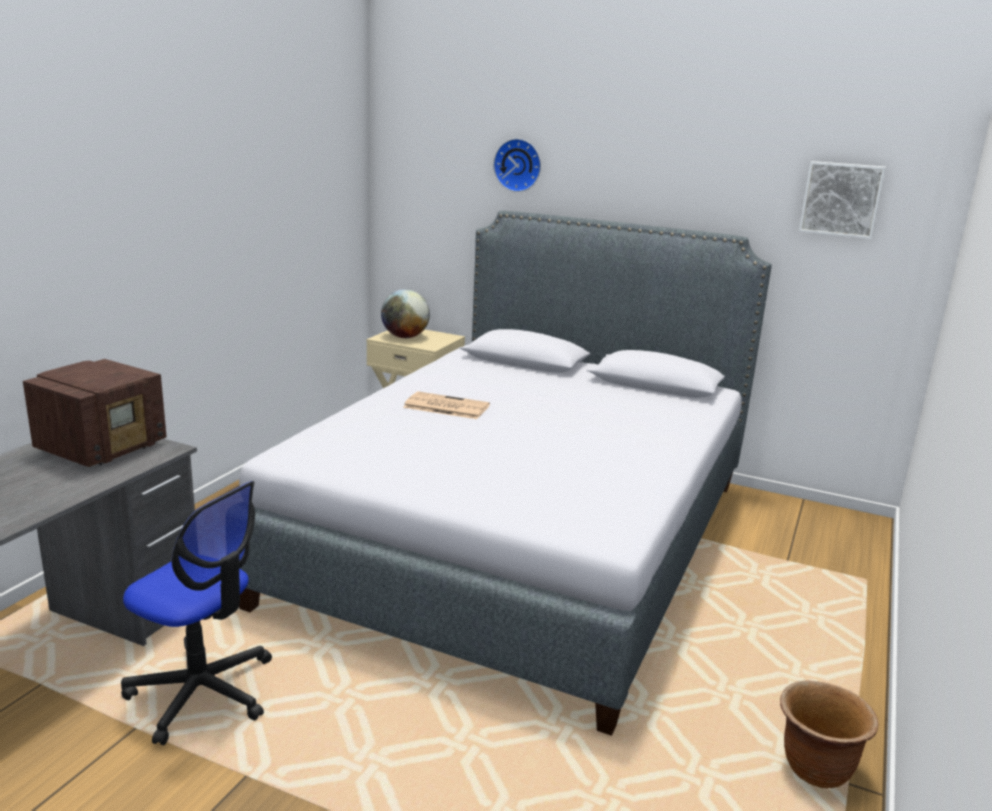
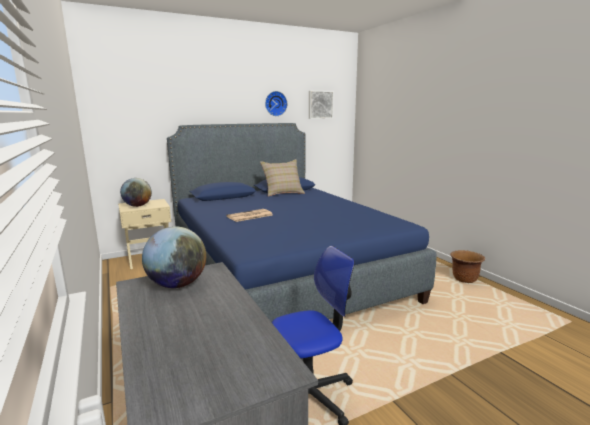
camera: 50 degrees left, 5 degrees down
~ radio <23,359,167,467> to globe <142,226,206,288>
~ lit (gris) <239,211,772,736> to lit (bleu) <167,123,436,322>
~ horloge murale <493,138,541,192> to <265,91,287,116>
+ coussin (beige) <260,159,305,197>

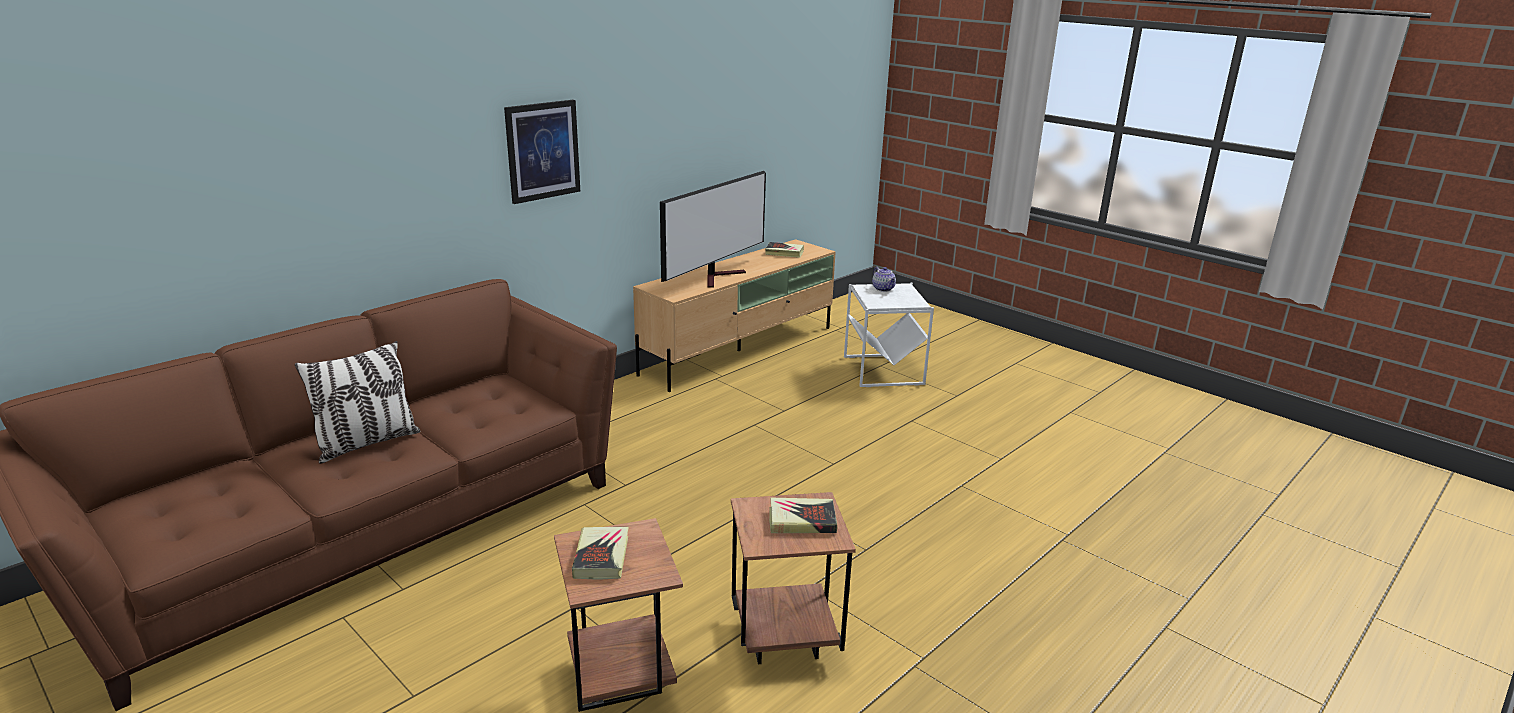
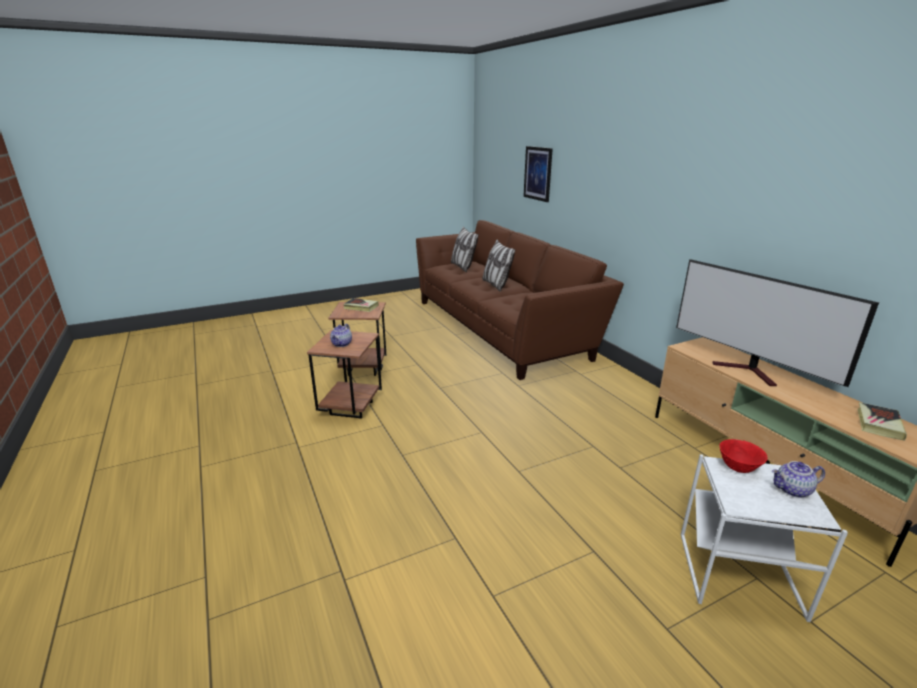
camera: 110 degrees right, 0 degrees up
~ tableau <504,100,580,204> to <523,146,553,202>
~ livre <769,498,837,533> to théière <330,324,352,347>
+ coussin <451,226,479,272>
+ bol (rouge) <720,439,768,473>

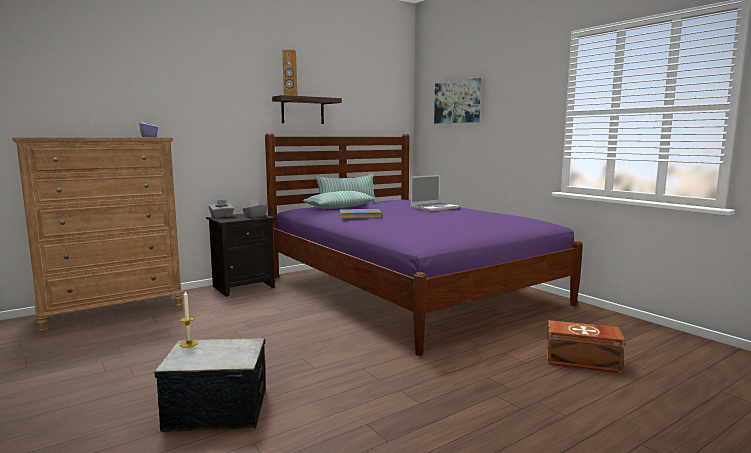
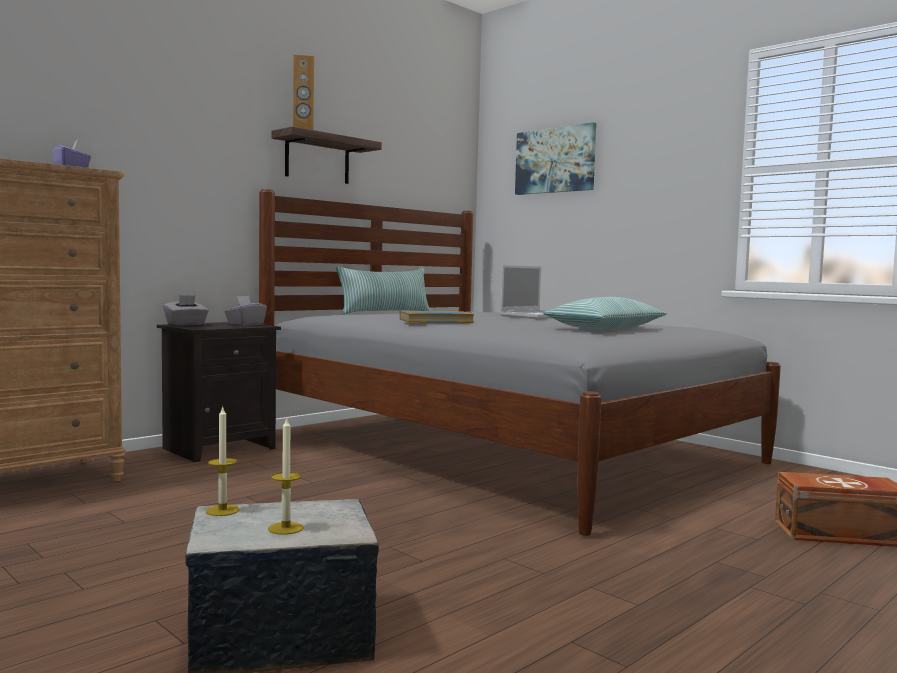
camera: 10 degrees left, 5 degrees down
~ lit (violet) <265,133,583,356> to lit (gris) <259,189,781,536>
~ coussin <302,191,376,209> to <543,297,667,330>
+ bougie <268,418,304,535>

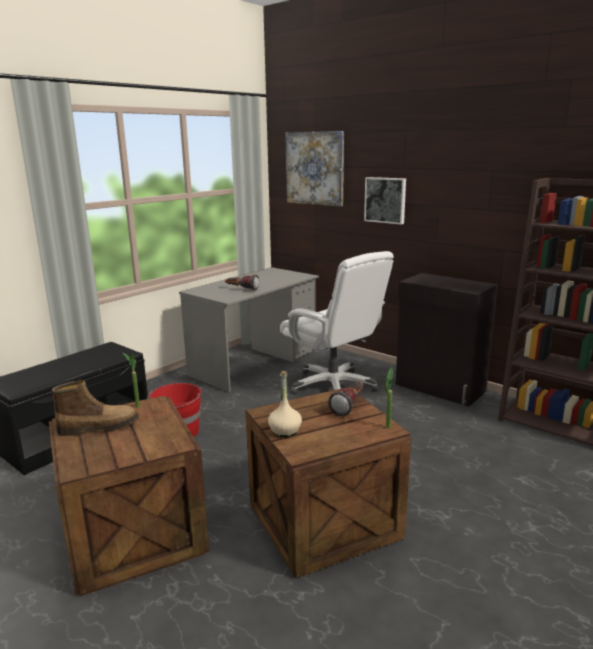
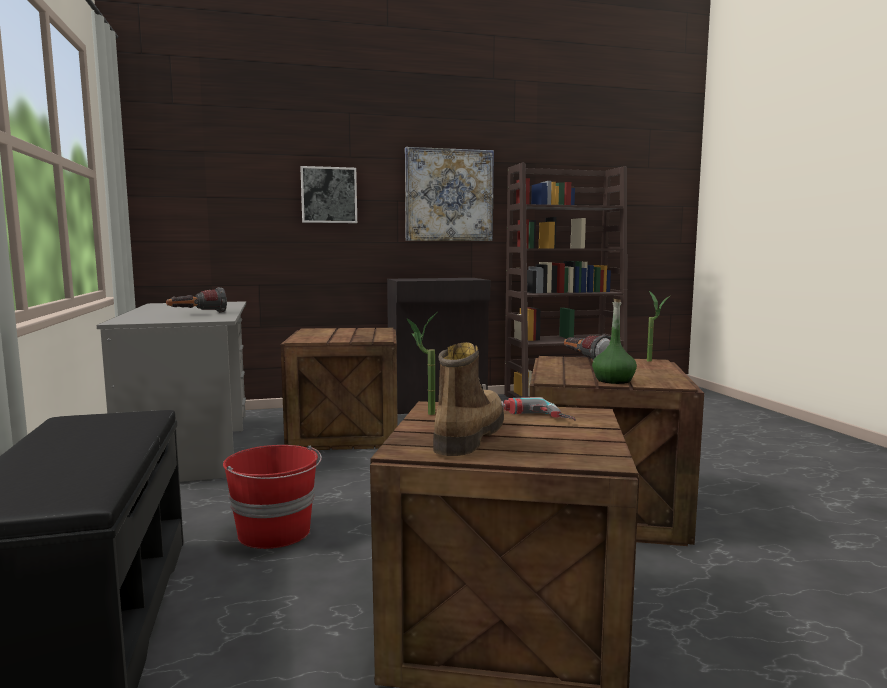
camera: 55 degrees left, 10 degrees down
~ bouteille (beige) <268,371,302,437> to bouteille (vert) <592,299,637,384>
~ chaise de bureau (blanc) <280,251,394,395> to caisse <280,328,398,450>
~ tableau <285,131,344,207> to <405,147,494,241>
+ perceuse <501,397,576,421>

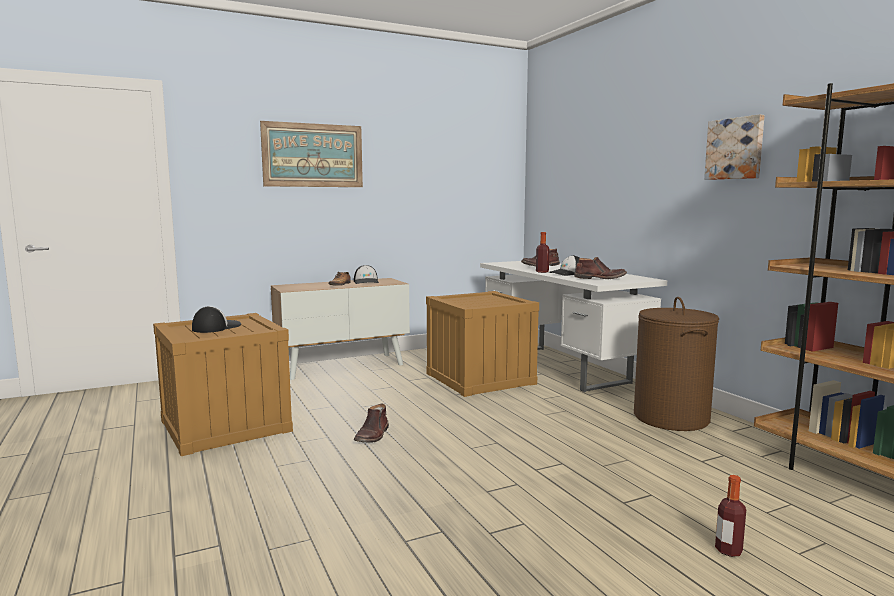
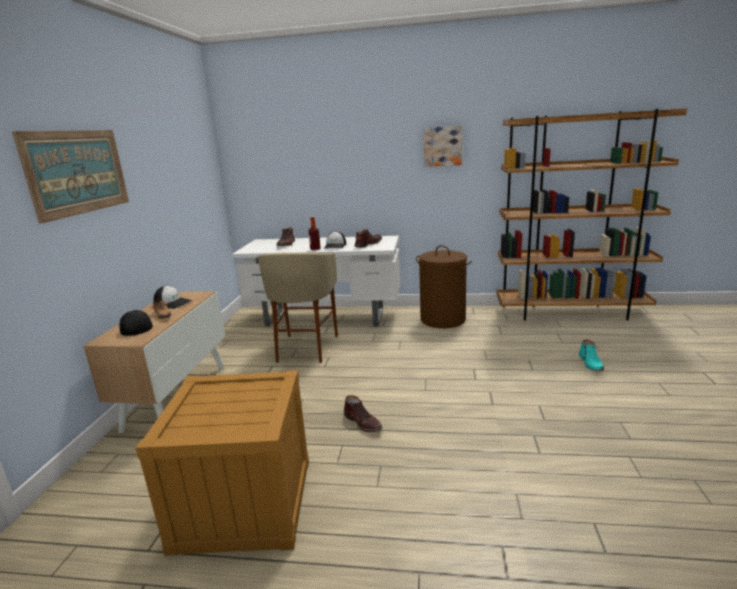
camera: 55 degrees left, 10 degrees up
~ casquette <192,306,241,333> to <119,310,153,336>
~ caisse <426,291,539,397> to tabouret (beige) <258,253,338,363>
~ bouteille <715,475,746,557> to botte (turquoise) <579,339,604,371>

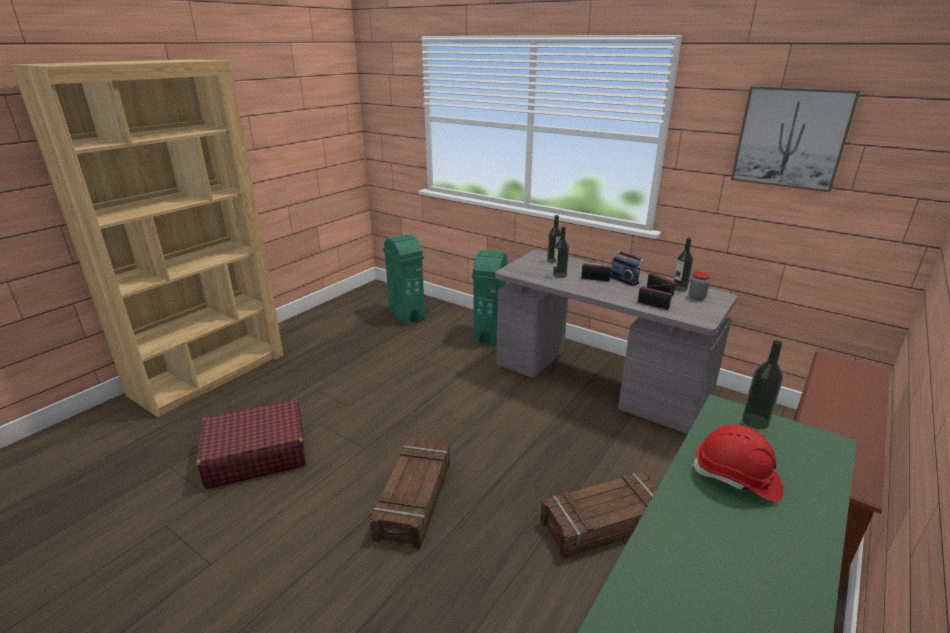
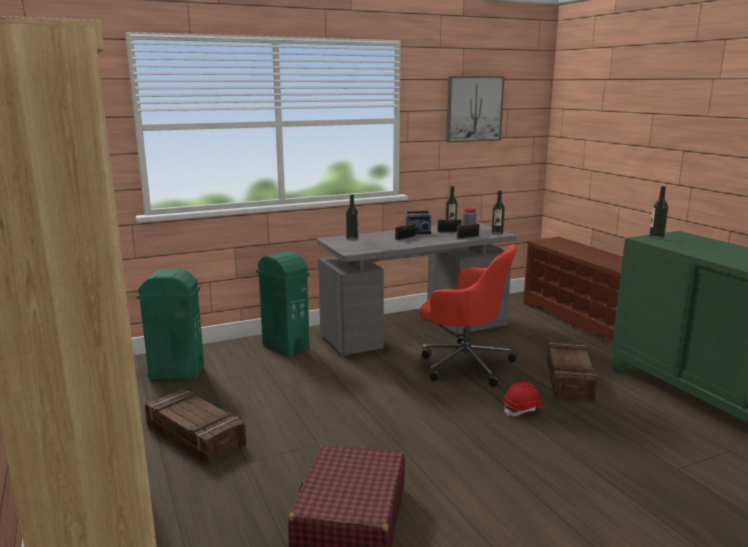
camera: 60 degrees left, 10 degrees down
~ caisse <370,439,450,549> to <145,389,247,464>
~ bouteille <553,227,569,278> to <491,190,505,235>
~ casque de chantier (rouge) <692,425,783,503> to <503,381,544,416>
+ chaise de bureau (rouge) <420,245,518,387>

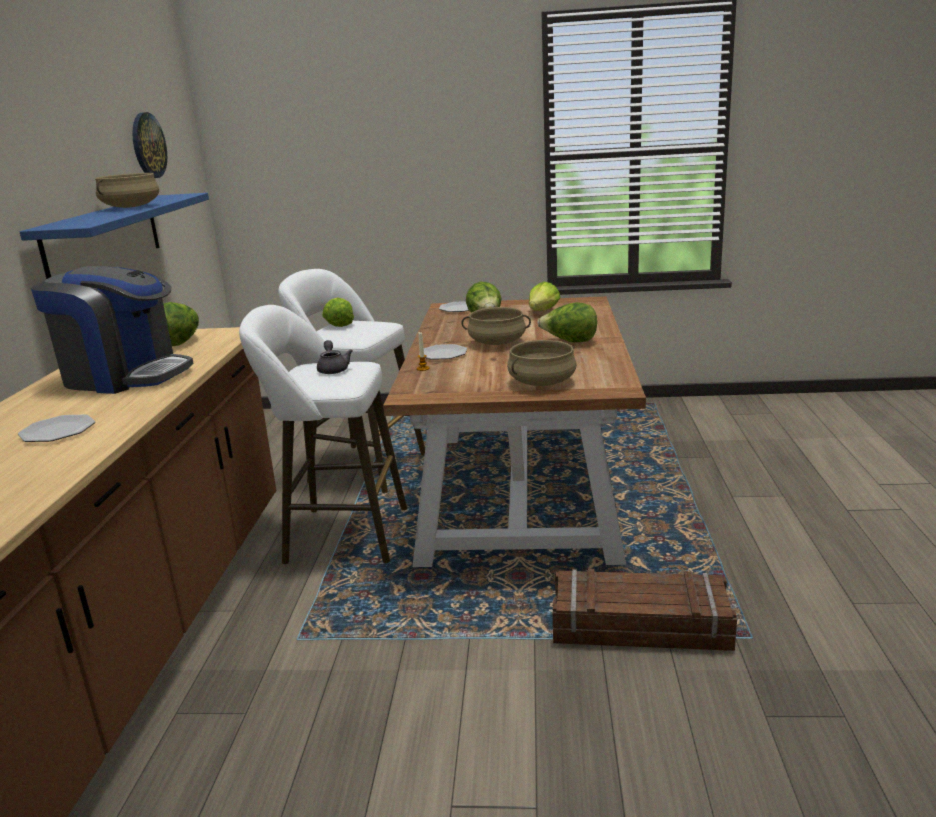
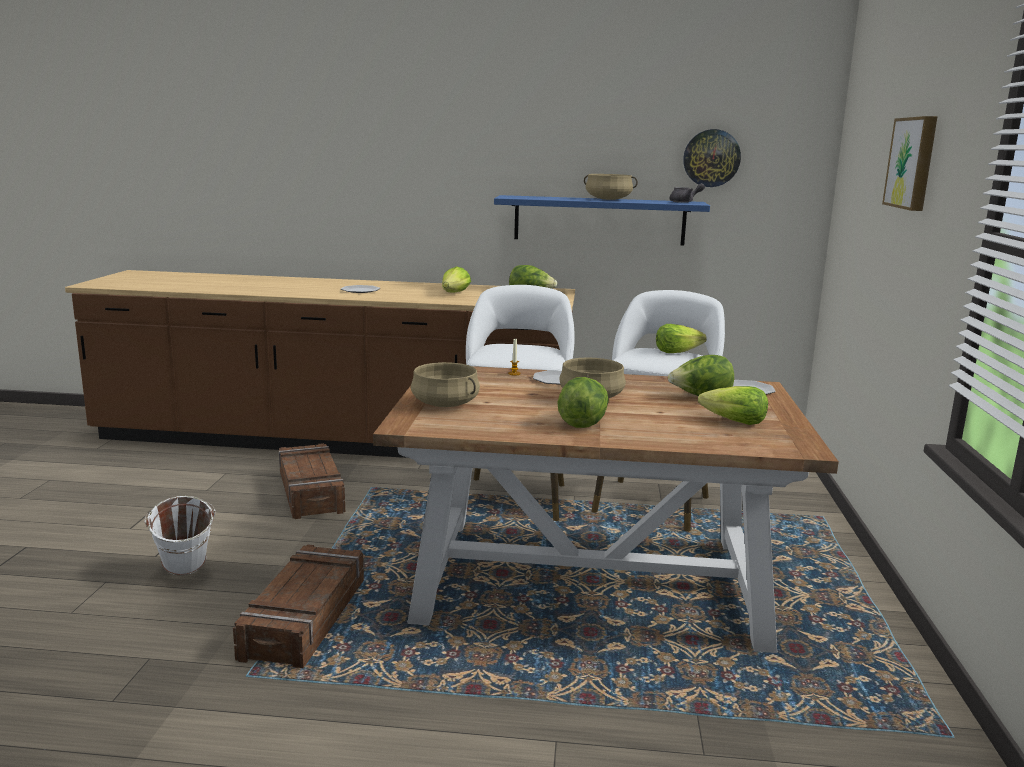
camera: 90 degrees right, 5 degrees down
~ machine à café <31,266,194,394> to laitue <442,266,471,292>
~ théière (gris) <317,340,353,374> to <669,183,705,203>
+ seau (blanc) <144,496,216,575>
+ caisse <279,443,345,519>
+ tableau <882,116,938,211>

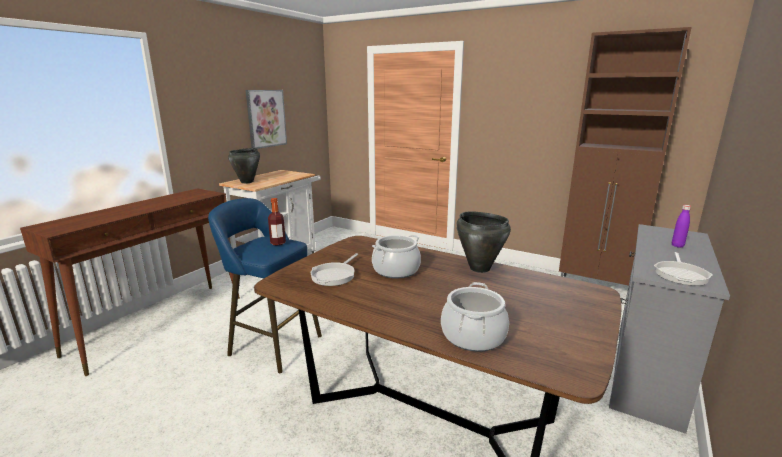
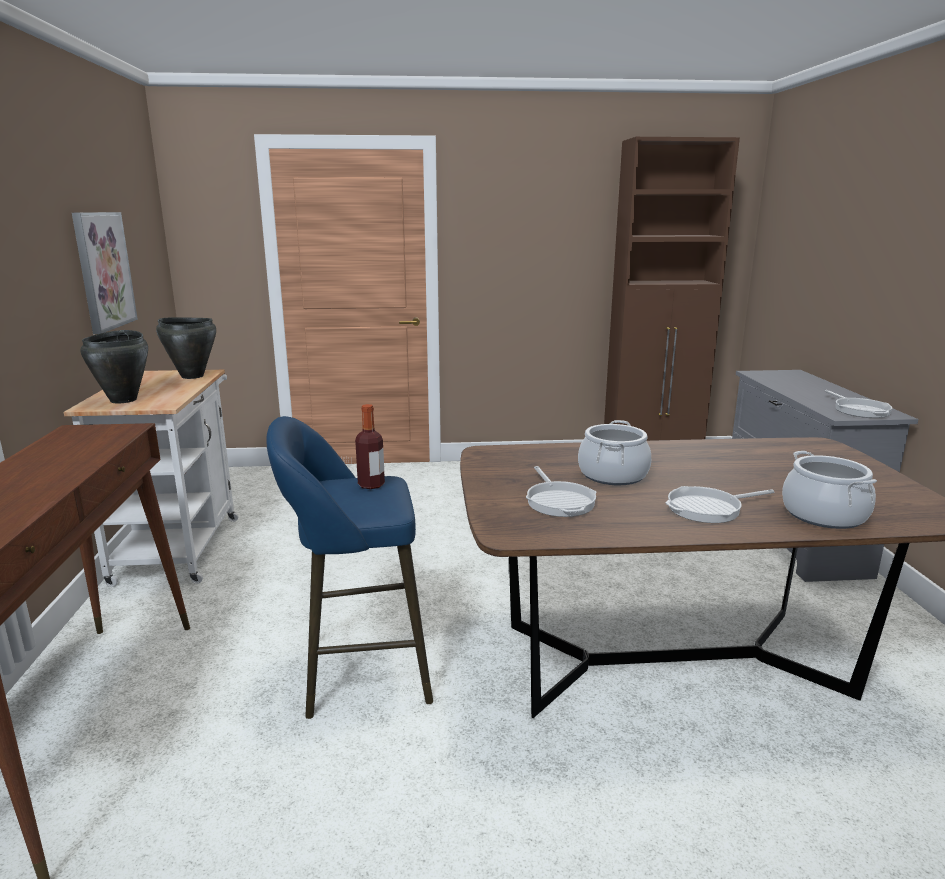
camera: 35 degrees left, 0 degrees up
~ marmite (noir) <456,211,511,273> to <156,317,216,379>
- bouteille (violet) <672,205,691,248>
+ poêle <666,486,774,523>

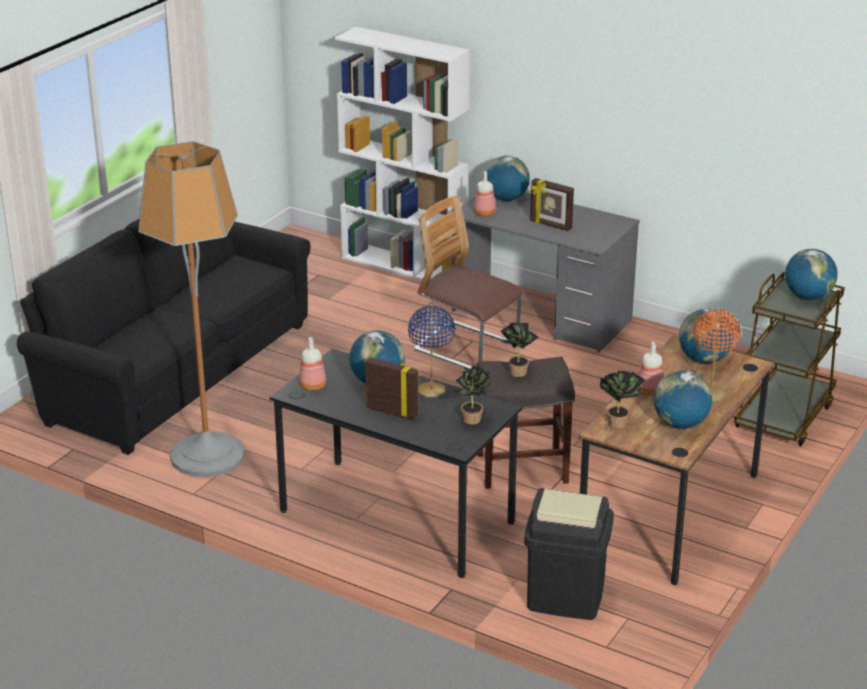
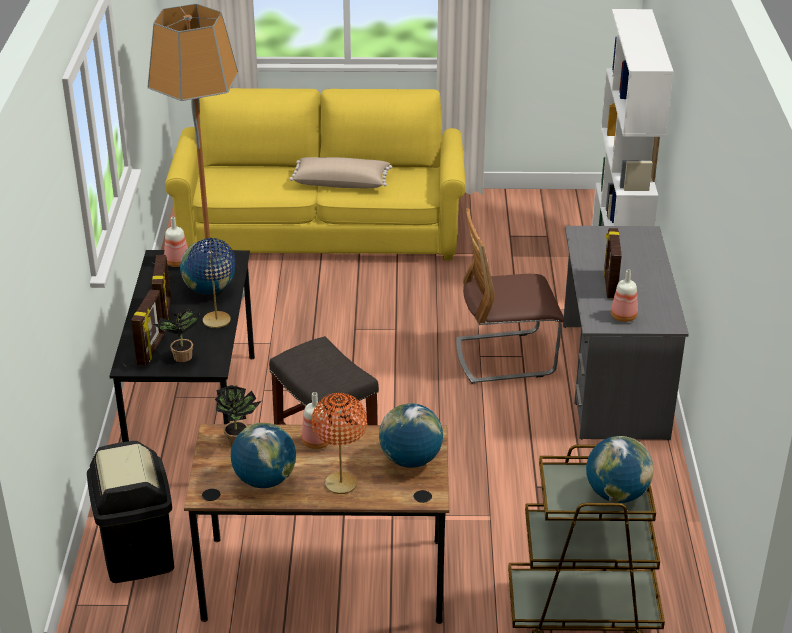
camera: 60 degrees right, 5 degrees up
~ canapé (noir) <17,218,310,455> to canapé (jaune) <165,88,466,260>
~ chaise <414,196,523,370> = <456,208,564,384> 105 degrees counterclockwise
~ bouteille <474,171,496,217> to <611,270,638,322>
- globe <486,155,530,201>
- plante en pot <501,322,539,377>
+ cadre photo <131,289,165,366>
+ coussin (beige) <289,157,392,188>

